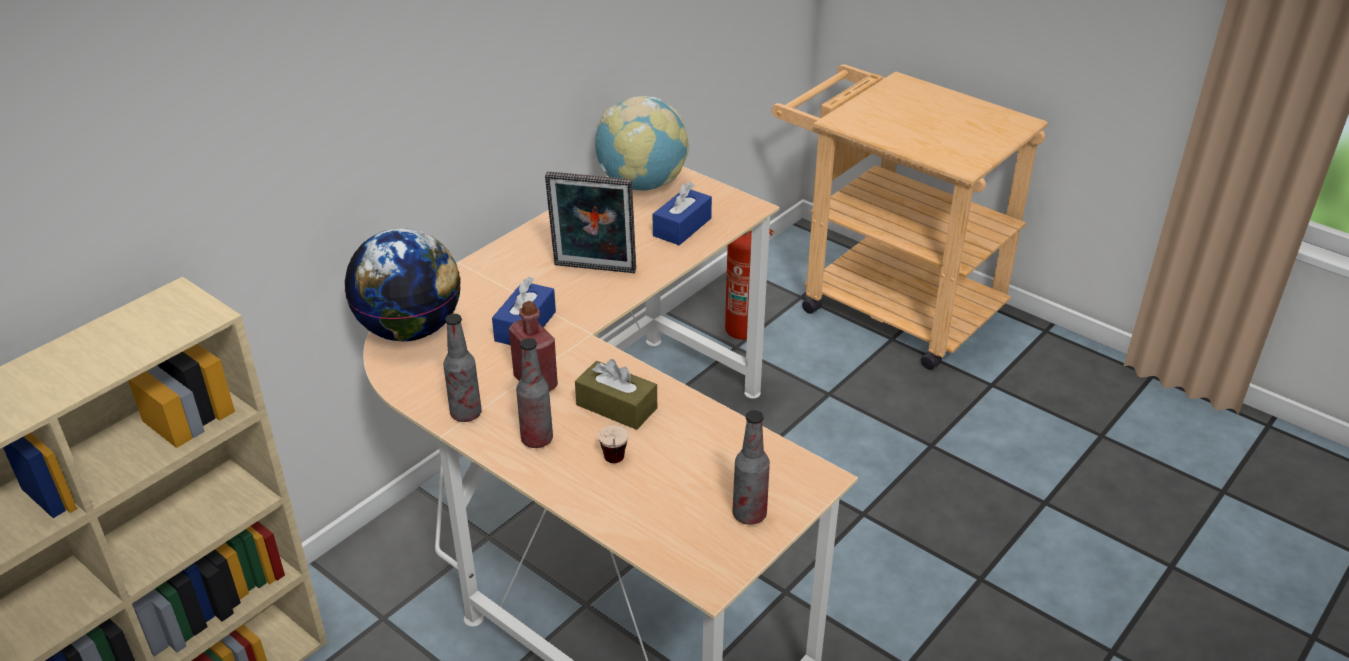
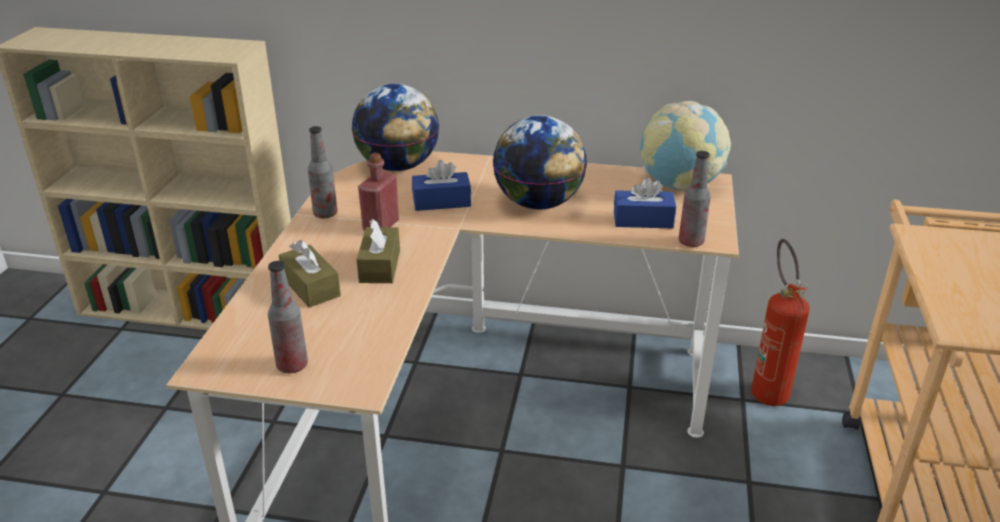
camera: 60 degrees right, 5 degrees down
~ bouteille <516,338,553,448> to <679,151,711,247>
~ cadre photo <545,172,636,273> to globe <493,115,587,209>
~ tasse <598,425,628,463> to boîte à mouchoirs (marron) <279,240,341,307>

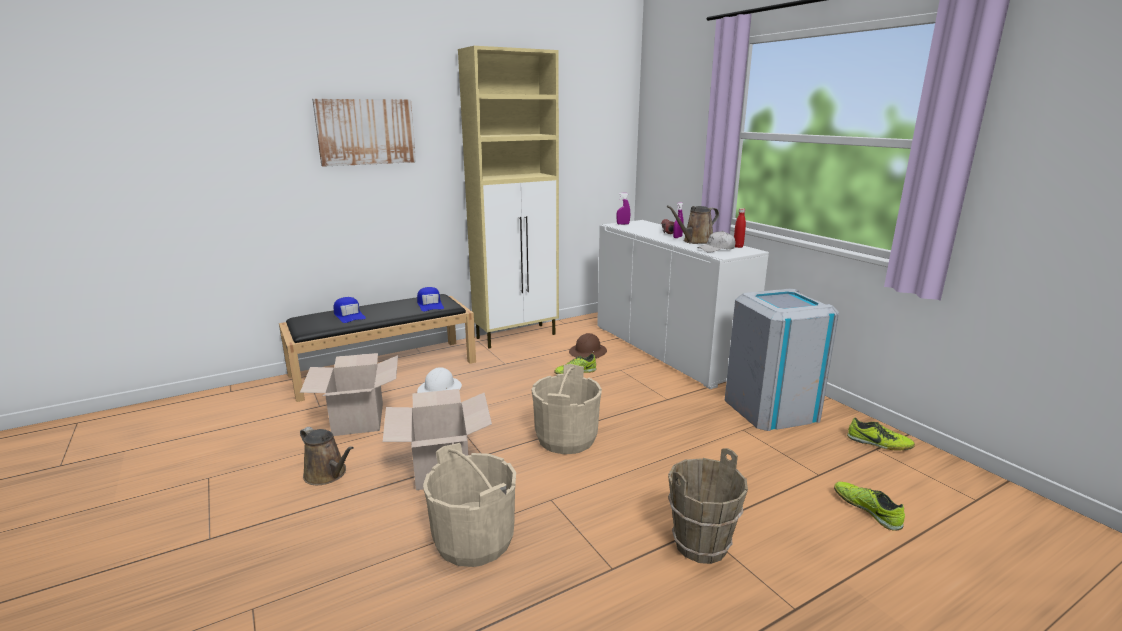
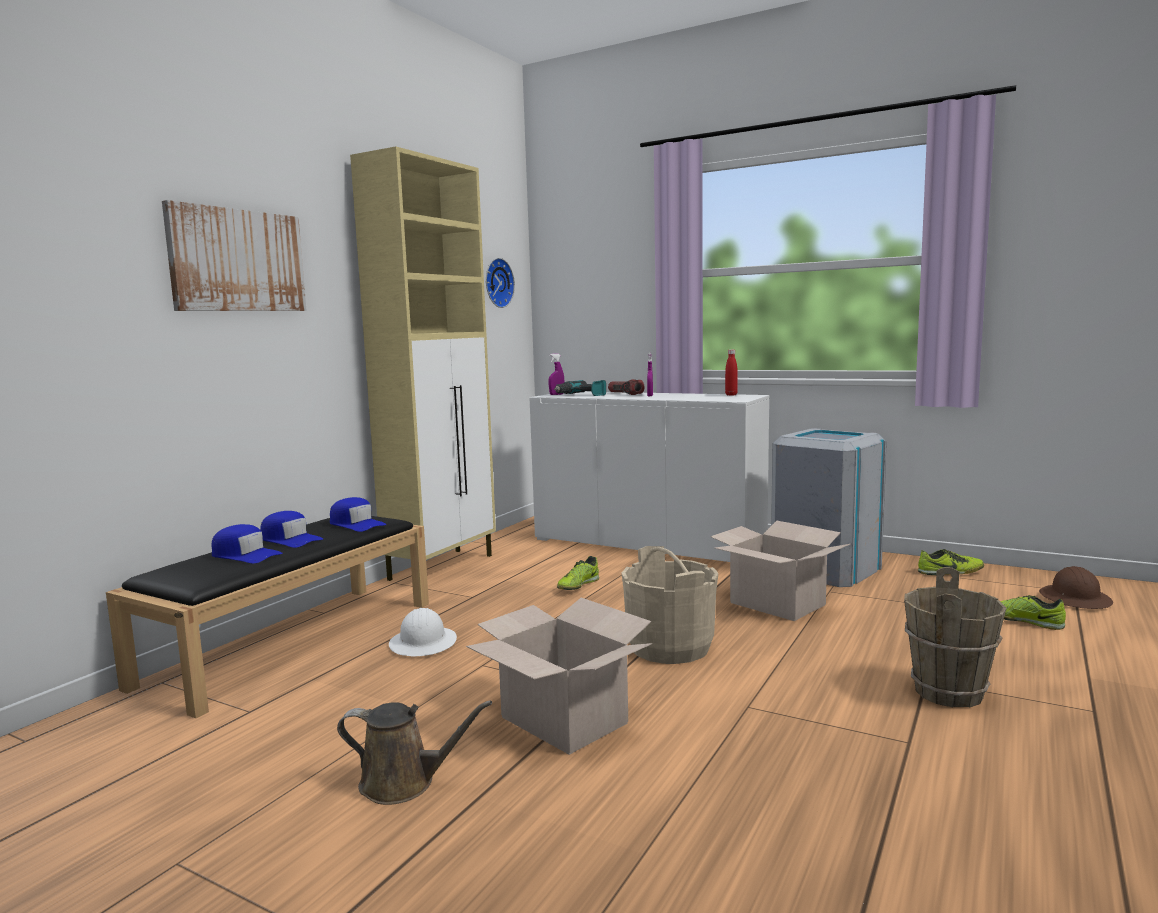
camera: 30 degrees left, 10 degrees down
~ carton <300,353,398,436> to <710,521,850,621>
- seau (beige) <423,443,516,567>
~ casque de chantier (marron) <569,333,607,358> to <1039,566,1113,609>
- arrosoir (marron) <667,205,719,244>
- casquette (blanc) <697,231,736,253>
+ casquette (bleu) <260,511,323,548>
+ horloge murale <486,258,515,308>
+ perceuse <554,380,606,396>

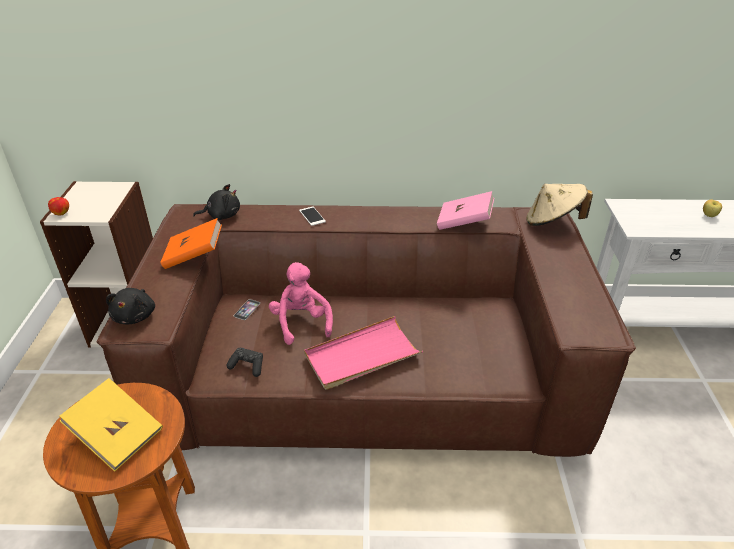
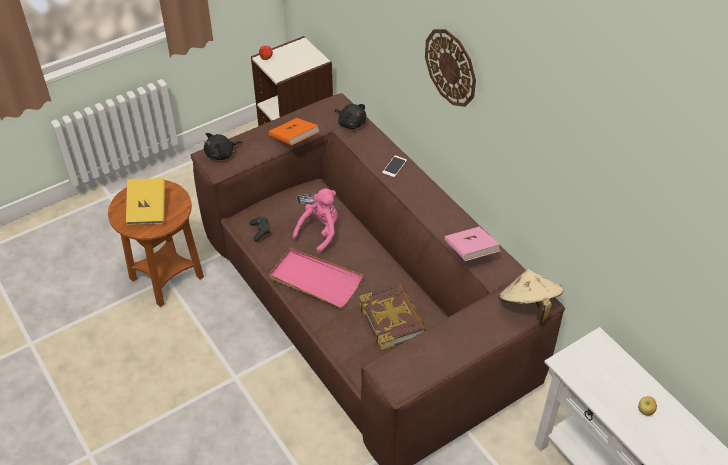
camera: 55 degrees right, 10 degrees up
+ livre <359,284,426,351>
+ horloge murale <425,29,476,107>

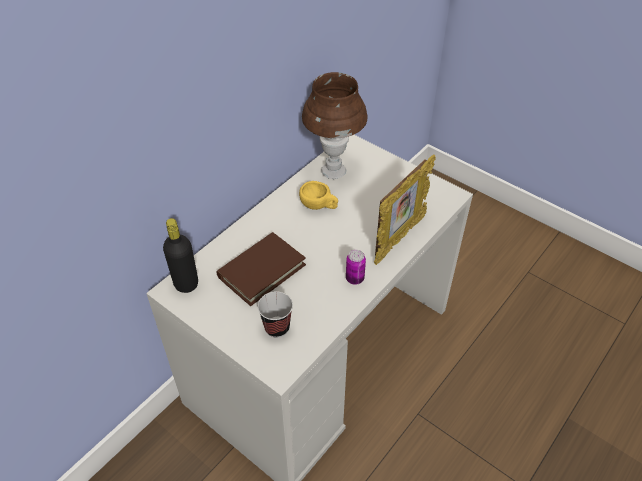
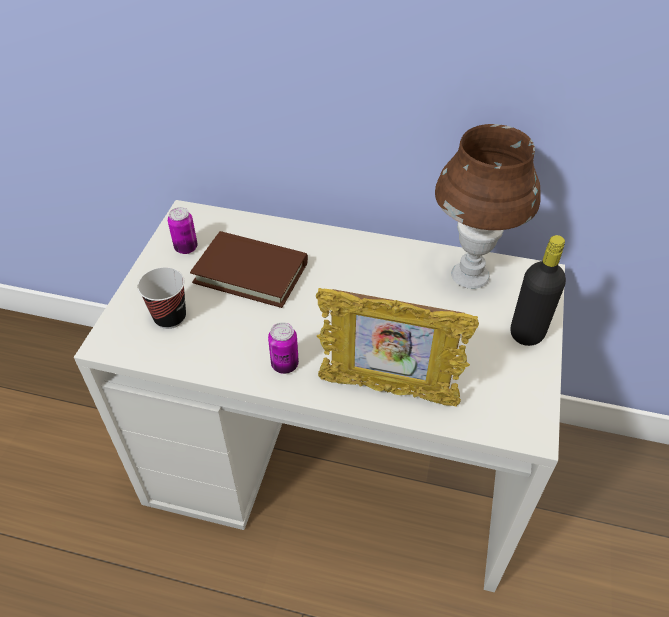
camera: 65 degrees right, 0 degrees up
~ bouteille (noir) <163,218,198,293> to <511,235,566,346>
- tasse (jaune) <299,181,338,210>
+ boîte métallique <168,207,198,254>

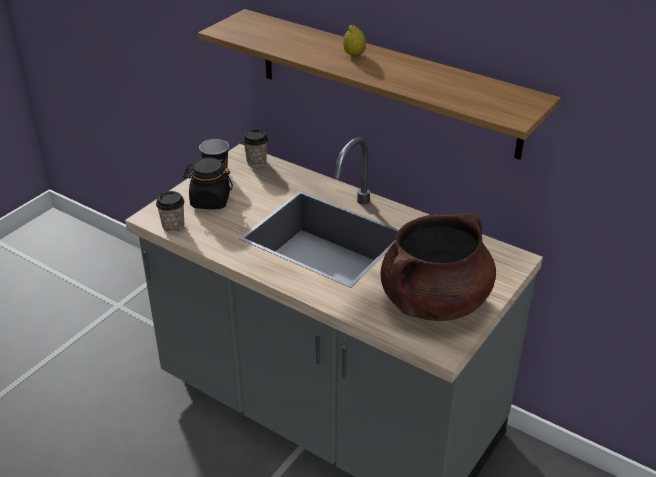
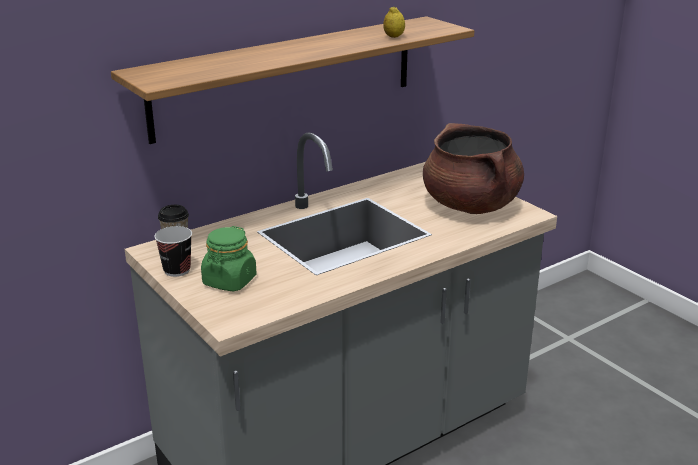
camera: 70 degrees left, 10 degrees down
- tasse <156,191,185,233>
~ bocal (noir) <183,158,233,209> to bocal (vert) <201,226,257,292>
~ citron <343,25,366,56> to <383,6,405,38>

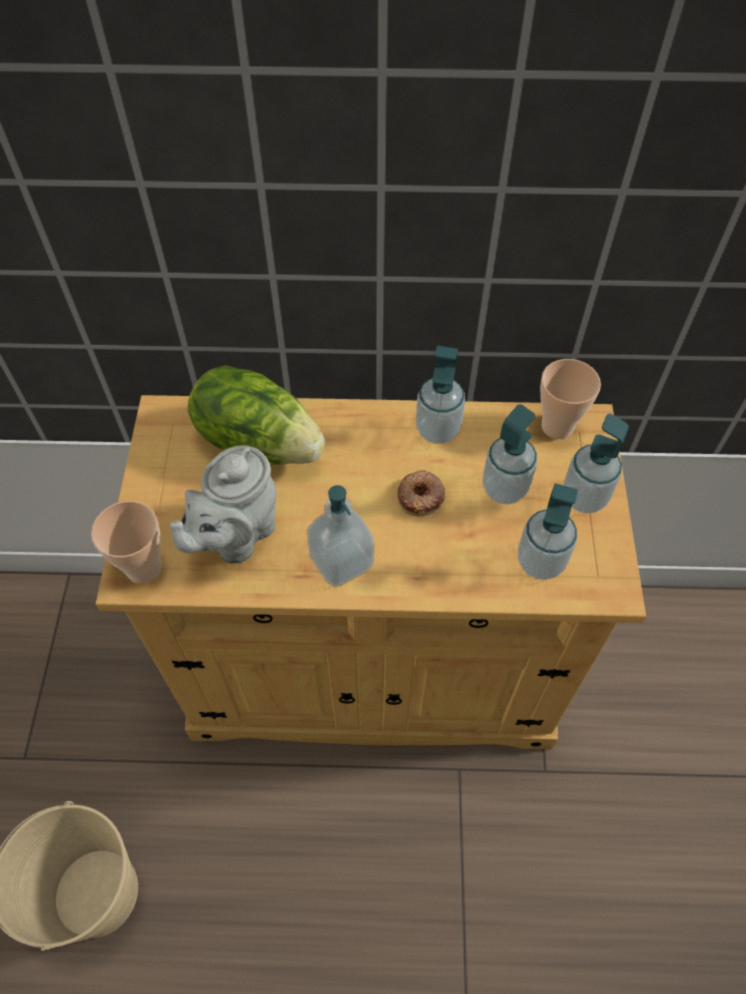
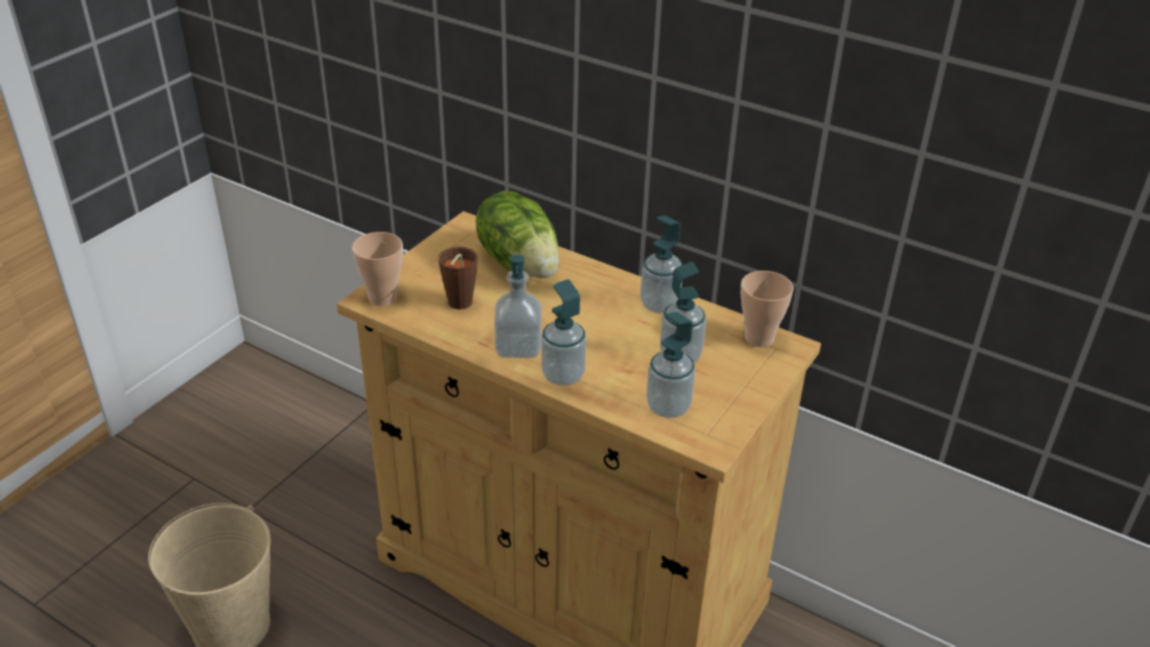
camera: 30 degrees right, 20 degrees down
~ théière (gris) <170,445,276,564> to tasse (marron) <438,246,478,310>
- beignet <397,470,445,517>
~ distributeur de savon <563,414,629,513> to <541,280,586,386>

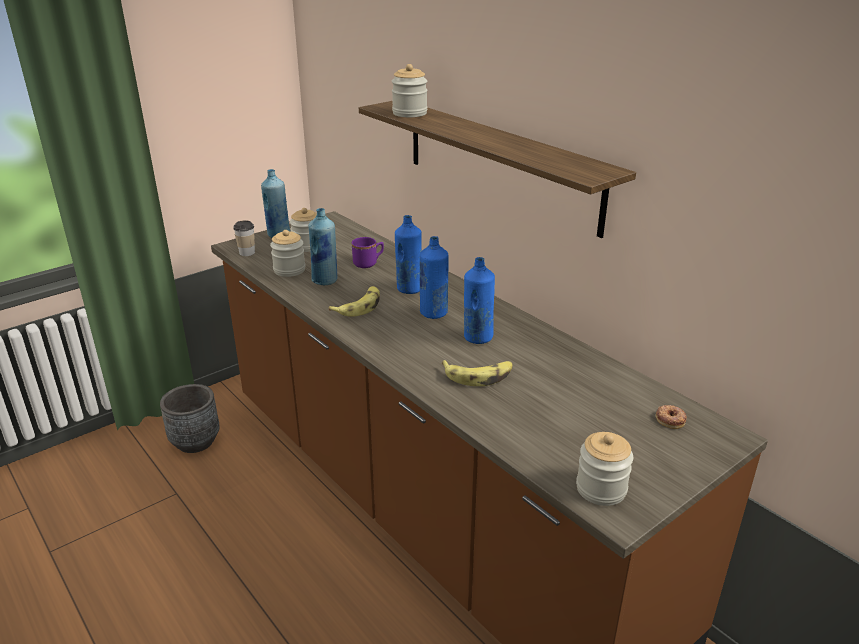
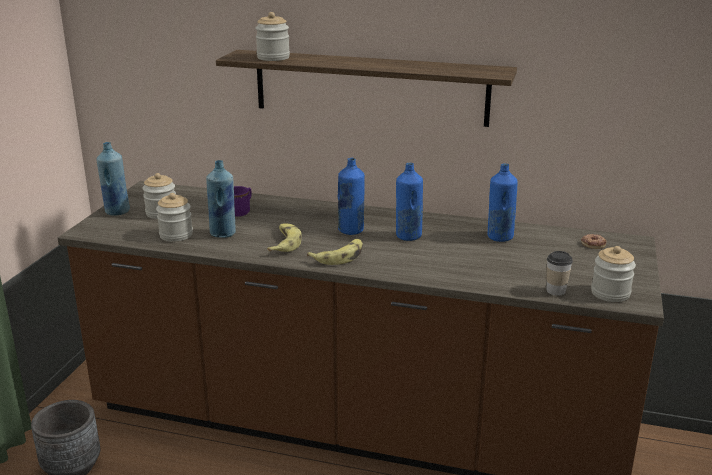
camera: 35 degrees left, 5 degrees down
~ tasse <233,220,255,256> to <546,251,573,296>
~ bouteille (bleu) <395,215,422,294> to <488,163,518,242>
~ banane <442,360,513,386> to <307,239,363,265>

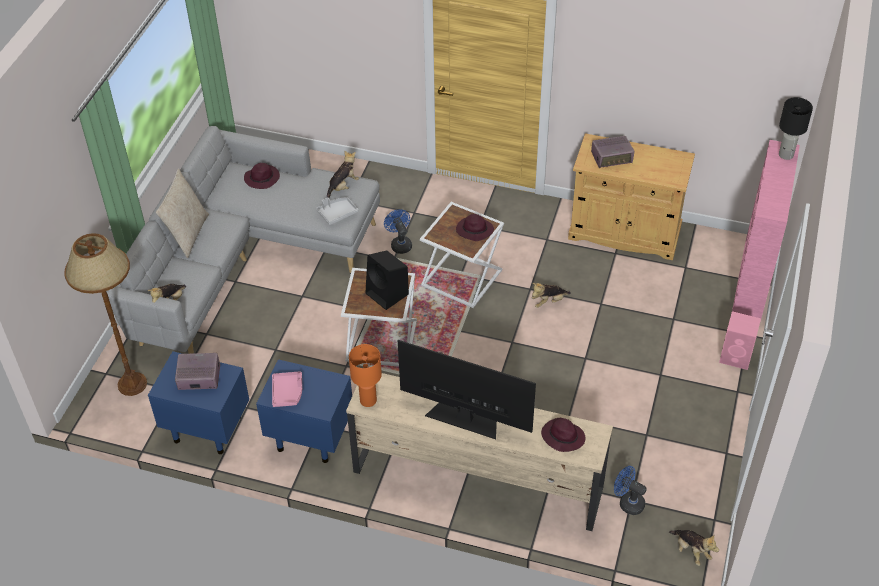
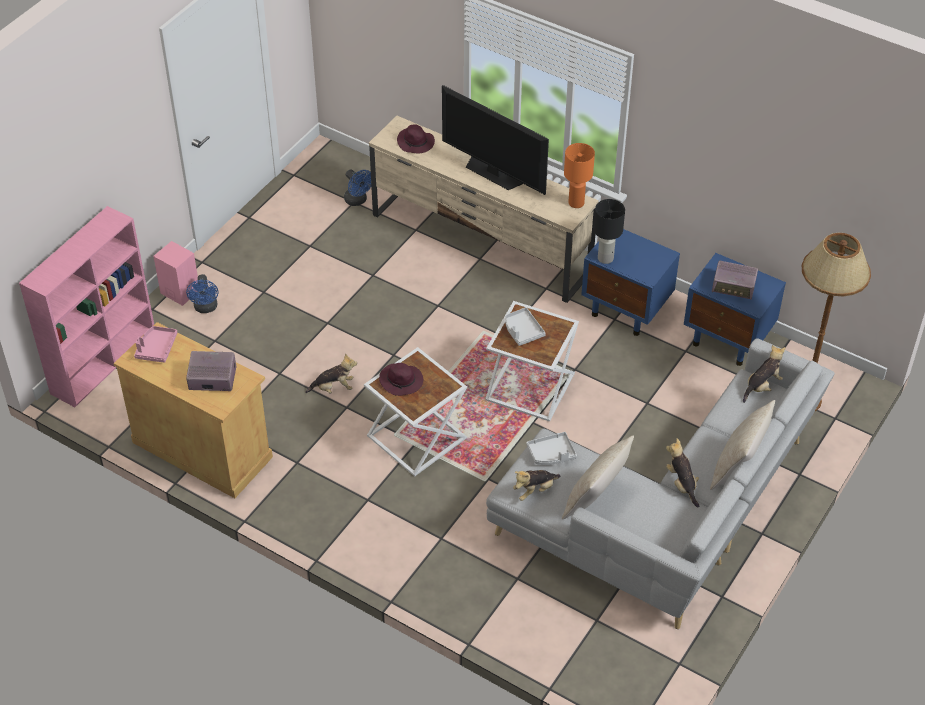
camera: 165 degrees left, 0 degrees up
- chapeau (violet) <244,163,280,189>
~ plateau (rose) <272,371,302,407> to <134,326,177,363>
~ enceinte (noir) <365,250,409,310> to plateau (gris) <505,307,546,346>
~ ventilateur (bleu) <384,209,412,254> to <186,274,218,313>
~ peluche <669,530,719,566> to <666,438,699,507>
~ lampe de table (noir) <779,97,813,160> to <594,199,625,264>
+ coussin (beige) <562,435,634,520>

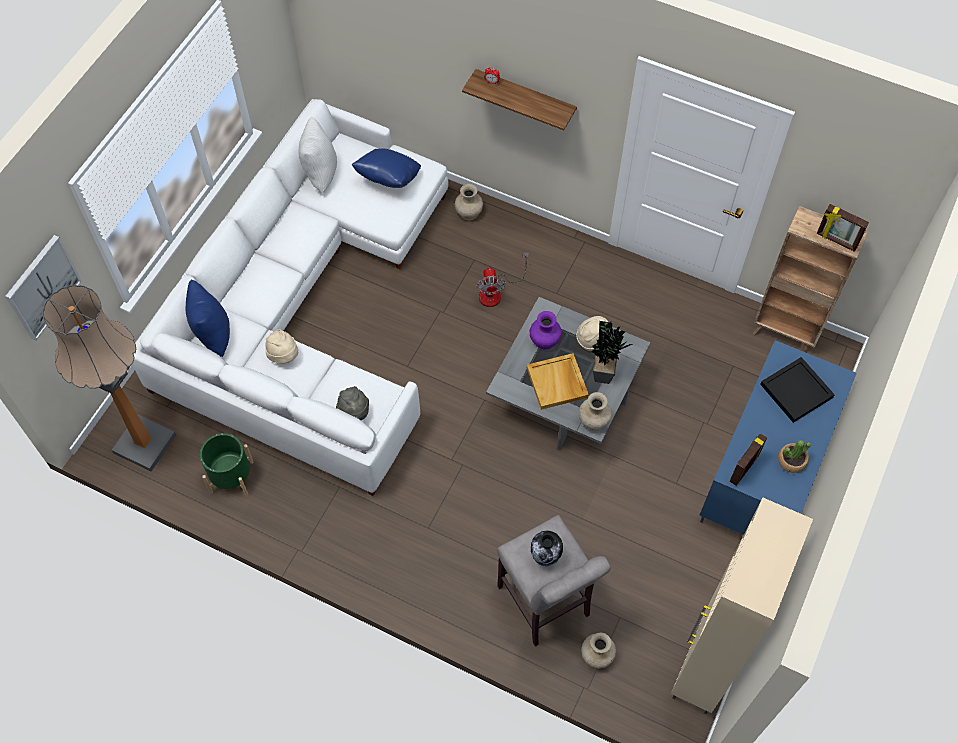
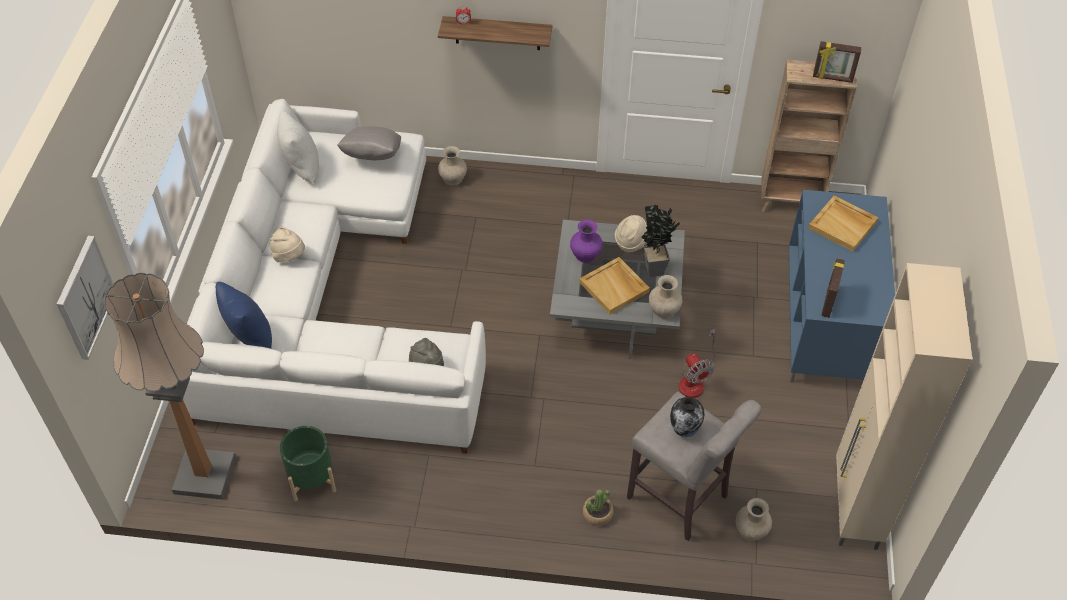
camera: 20 degrees left, 10 degrees down
~ chapeau (beige) <265,329,298,364> to <270,227,305,262>
~ coussin (bleu) <351,149,421,188> to coussin (gris) <337,126,401,160>
~ ventilateur <477,252,529,307> to <678,329,715,398>
~ plateau (noir) <760,357,835,423> to plateau (beige) <808,195,878,252>
~ plante en pot <778,440,811,473> to <583,489,613,525>

